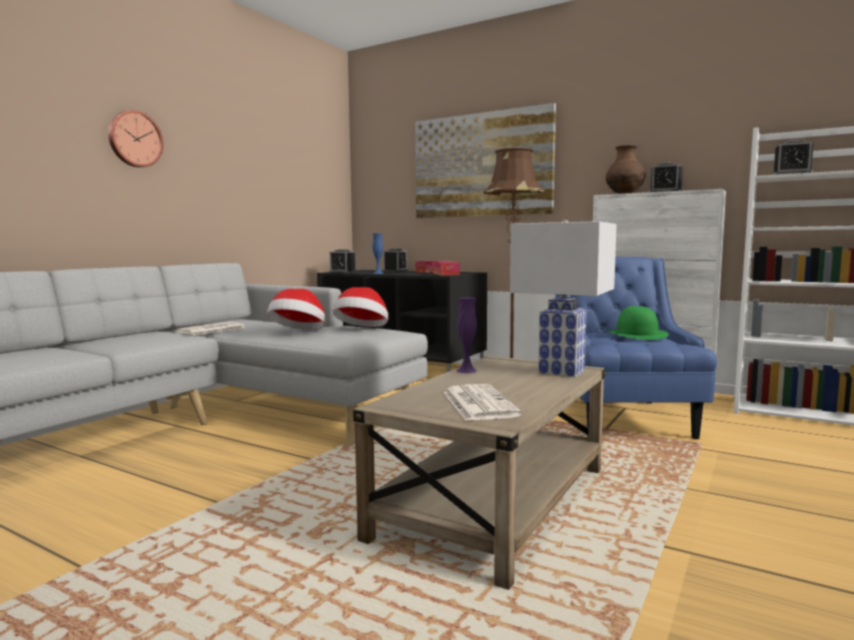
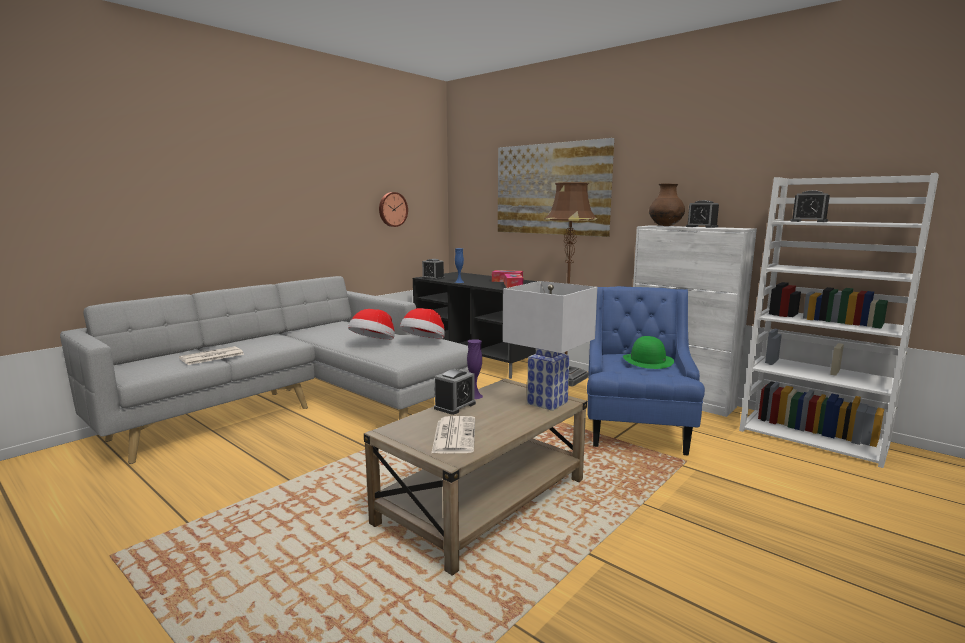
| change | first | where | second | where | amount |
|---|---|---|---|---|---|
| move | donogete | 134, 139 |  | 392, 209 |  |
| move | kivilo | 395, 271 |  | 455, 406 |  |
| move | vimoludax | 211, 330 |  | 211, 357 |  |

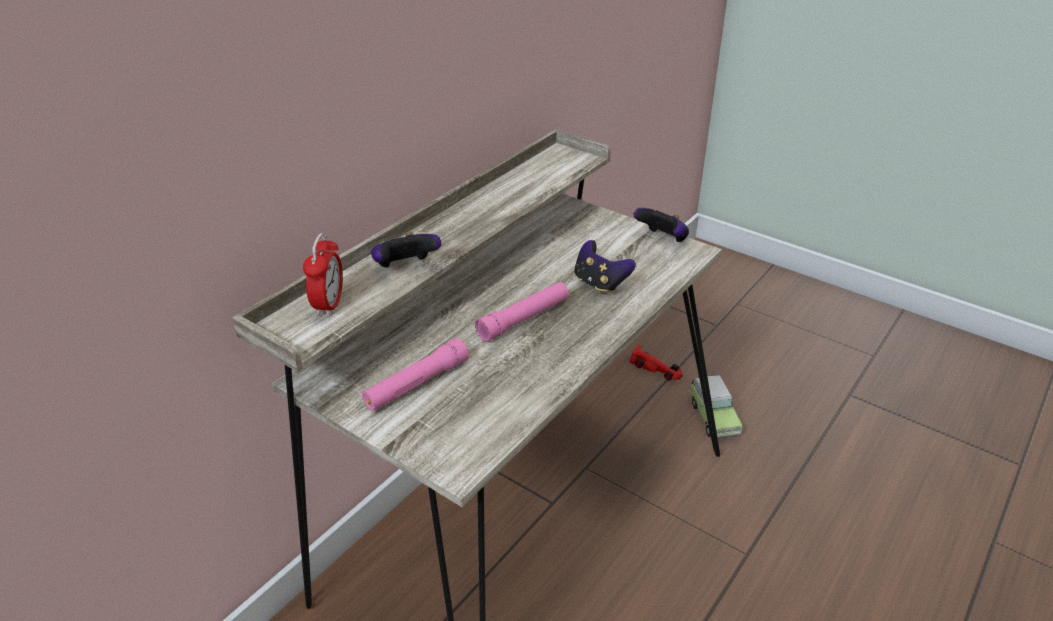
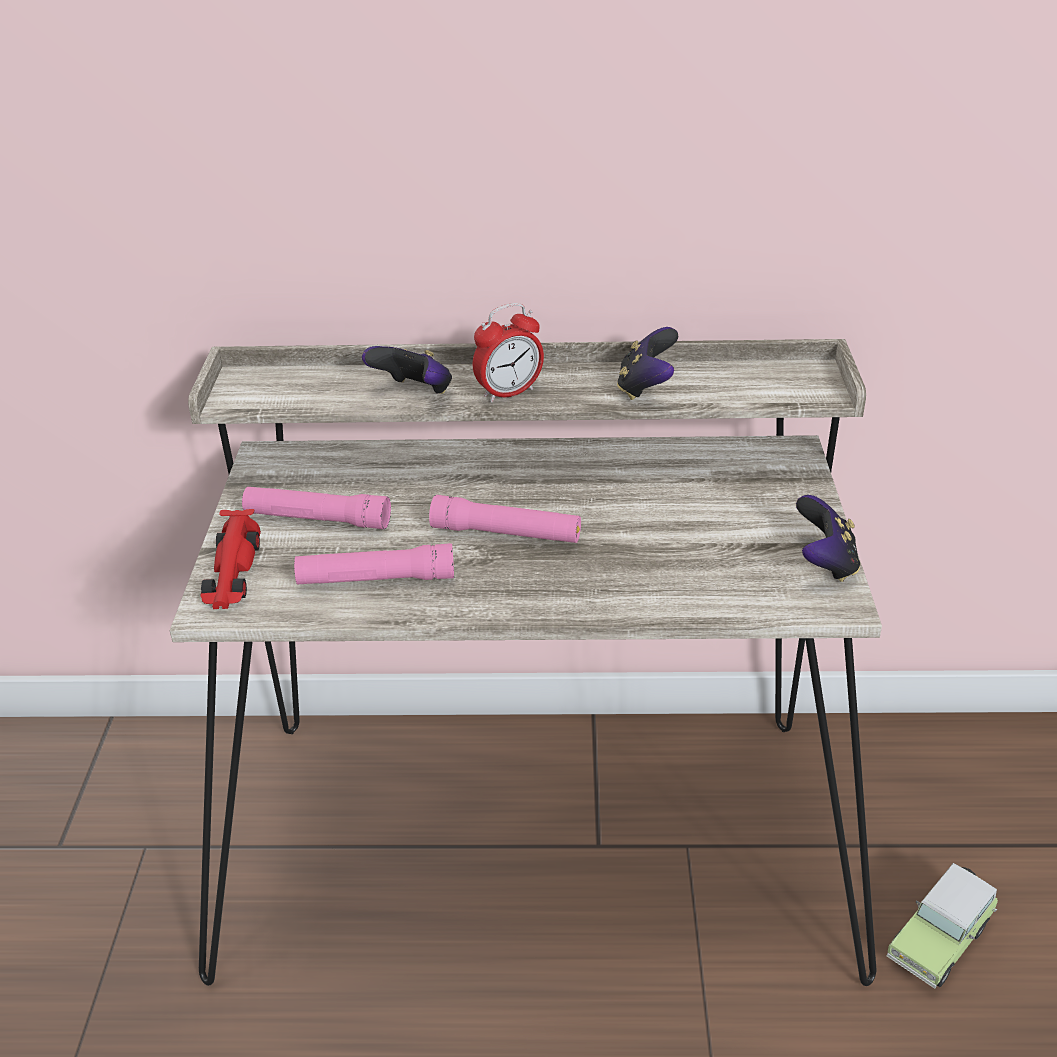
| change | first | where | second | where | amount |
|---|---|---|---|---|---|
| move | kivilo | 329, 305 |  | 509, 393 |  |
| move | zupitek | 600, 284 |  | 646, 388 |  |
| move | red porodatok | 656, 369 |  | 232, 572 |  |
| insert |  |  | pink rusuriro | 376, 579 |  |

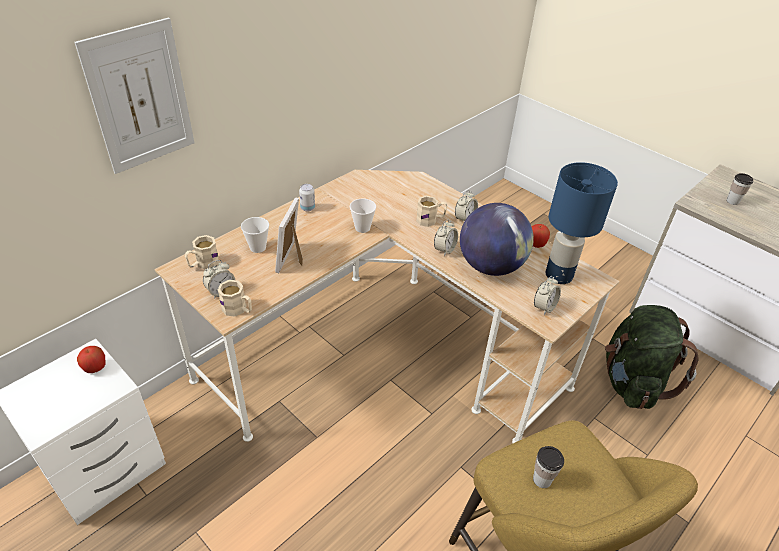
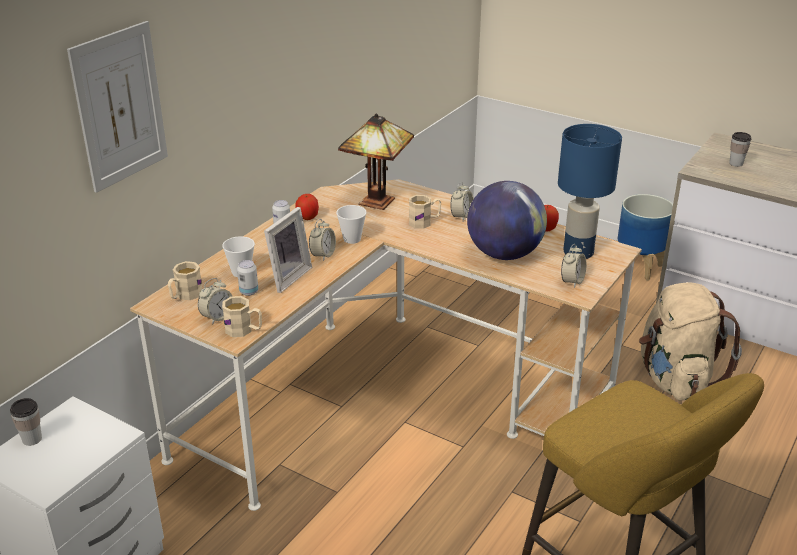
| change | first | where | second | where | amount |
|---|---|---|---|---|---|
| rotate | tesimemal | 293, 259 |  | 286, 277 | 150 degrees counterclockwise |
| move | kivilo | 444, 249 |  | 323, 255 |  |
| recolor | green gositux | 632, 381 | beige gositux | 675, 379 |  |
| move | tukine | 95, 367 |  | 307, 217 |  |
| move | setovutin | 542, 479 |  | 32, 439 |  |
| insert |  |  | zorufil | 376, 200 |  |
| insert |  |  | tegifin | 639, 267 |  |
| insert |  |  | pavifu | 249, 292 |  |

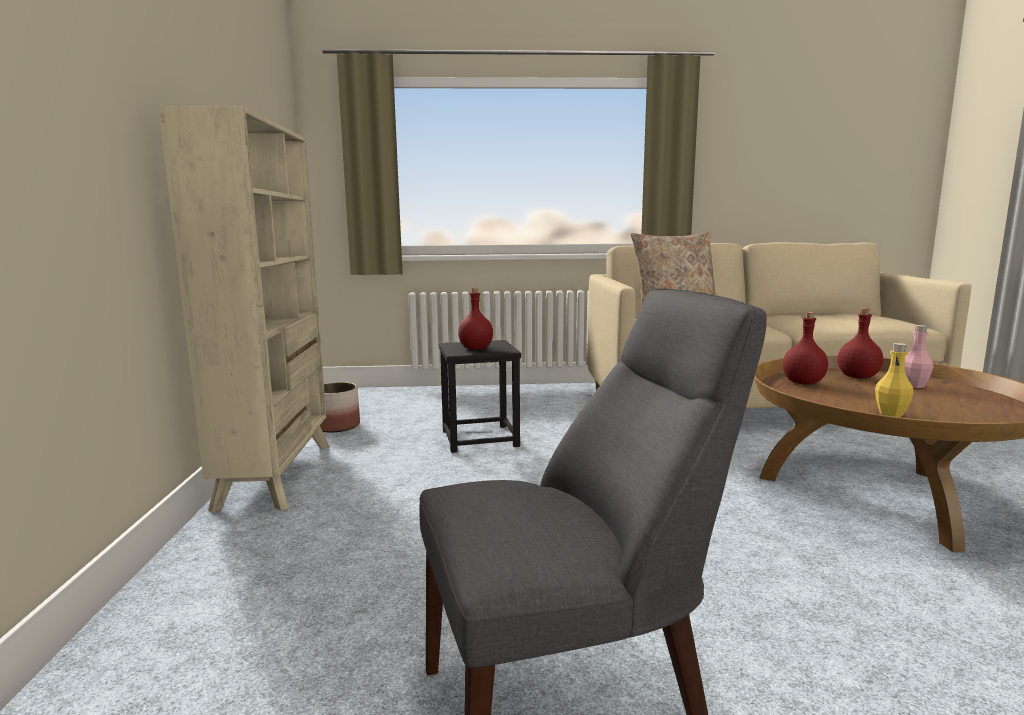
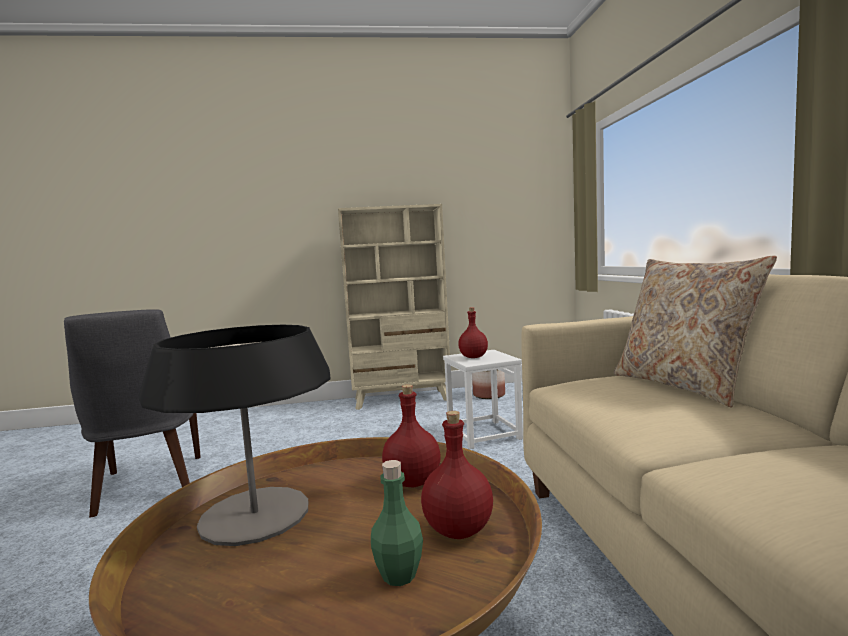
| change | first | where | second | where | amount |
|---|---|---|---|---|---|
| recolor | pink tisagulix | 913, 385 | green tisagulix | 399, 575 |  |
| recolor | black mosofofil | 479, 438 | white mosofofil | 483, 434 |  |
| replace | yellow tisagulix | 891, 414 | zorufil | 255, 514 |  |

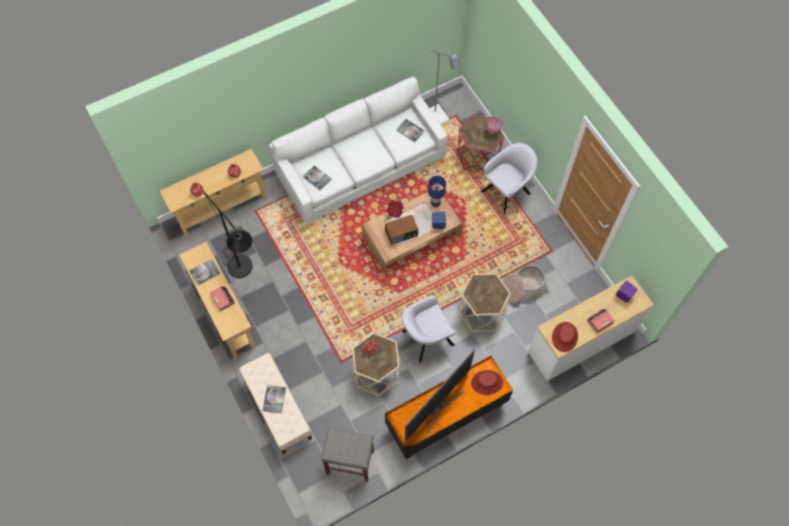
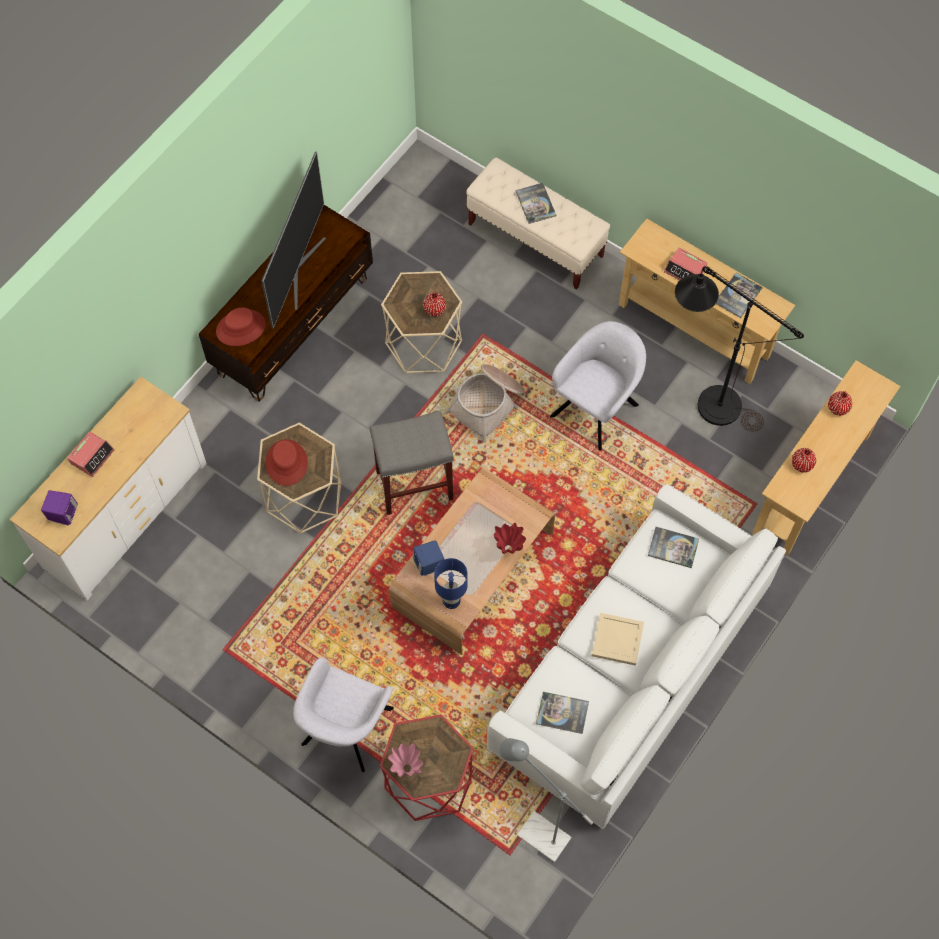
| change | first | where | second | where | amount |
|---|---|---|---|---|---|
| delete | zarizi | 401, 234 |  |  |  |
| move | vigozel | 523, 287 |  | 488, 404 |  |
| move | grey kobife | 426, 339 |  | 596, 407 |  |
| move | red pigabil | 565, 337 |  | 286, 463 |  |
| move | grey mosofofil | 349, 462 |  | 415, 484 |  |
| insert |  |  | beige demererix | 618, 639 |  |

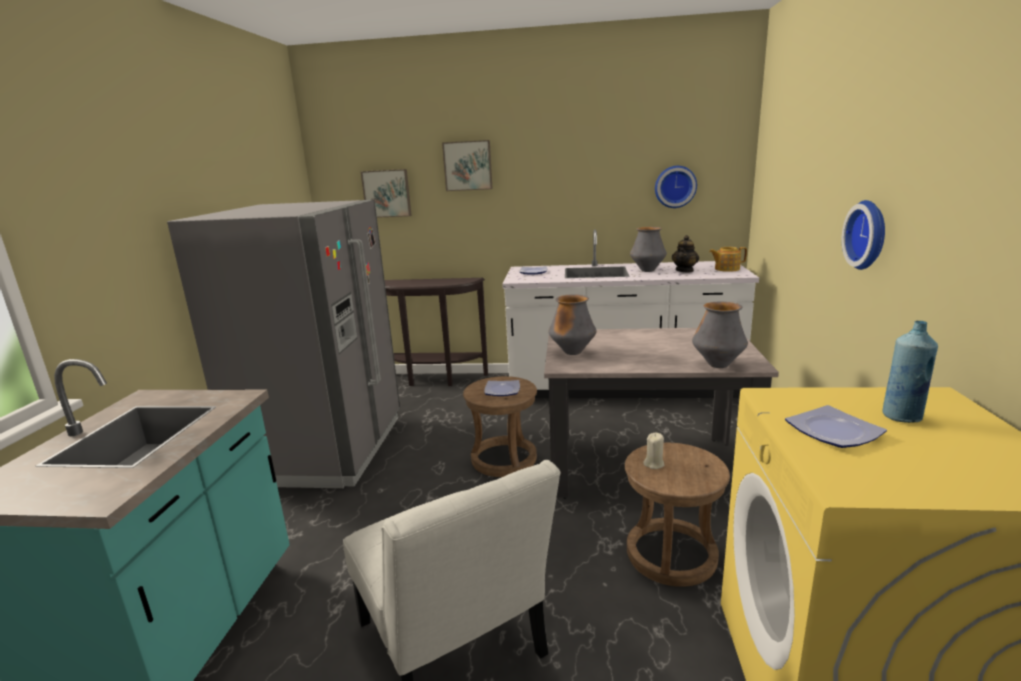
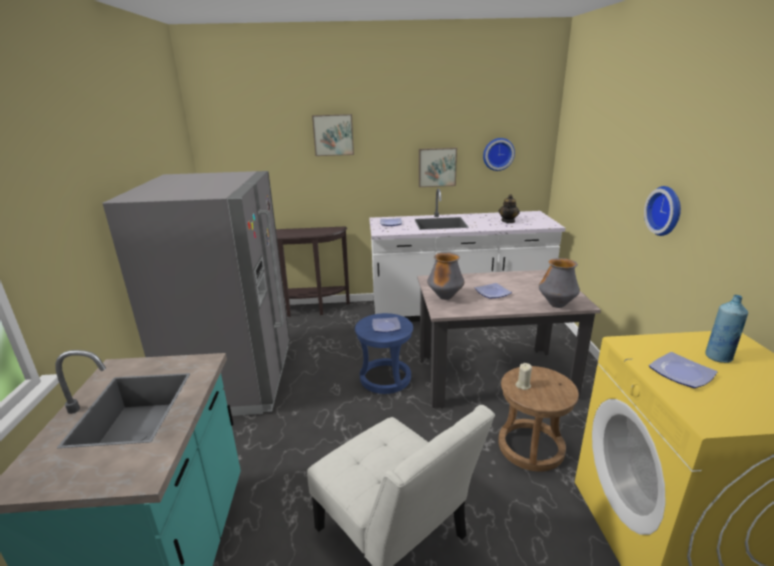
| change | first | where | second | where | amount |
|---|---|---|---|---|---|
| move | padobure | 387, 193 |  | 437, 167 |  |
| delete | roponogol | 647, 270 |  |  |  |
| delete | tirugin | 726, 269 |  |  |  |
| recolor | brown mosofofil | 503, 459 | blue mosofofil | 385, 378 |  |
| insert |  |  | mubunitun | 491, 293 |  |

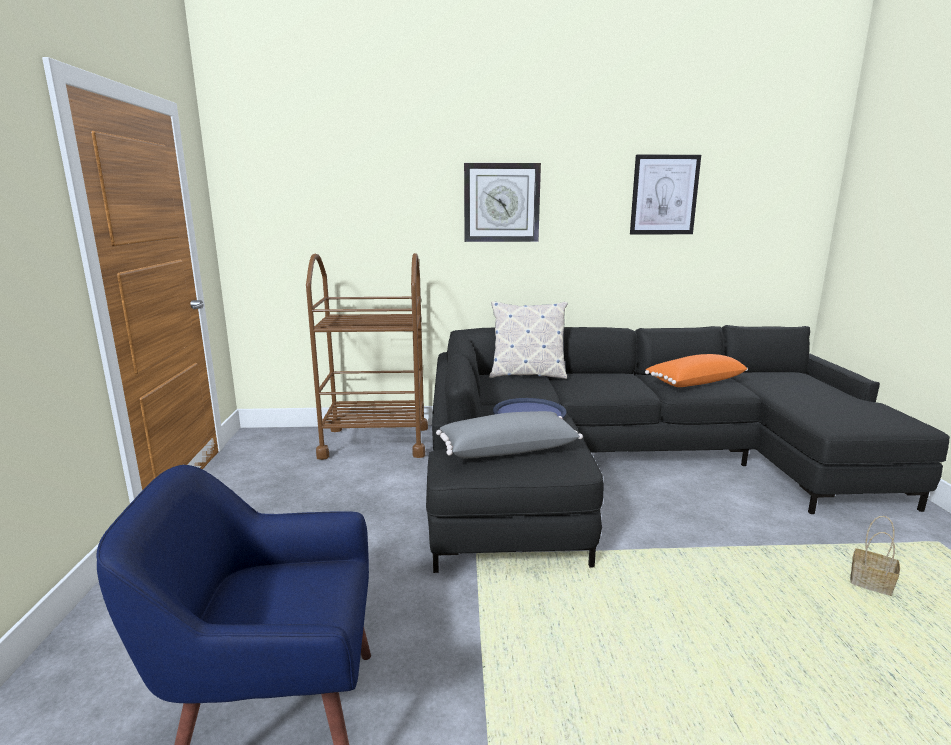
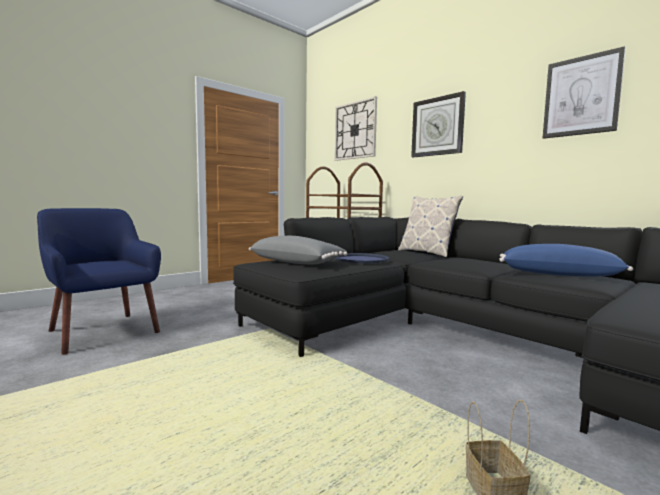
| change | first | where | second | where | amount |
|---|---|---|---|---|---|
| recolor | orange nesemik | 694, 382 | blue nesemik | 558, 274 |  |
| insert |  |  | donogete | 355, 130 |  |

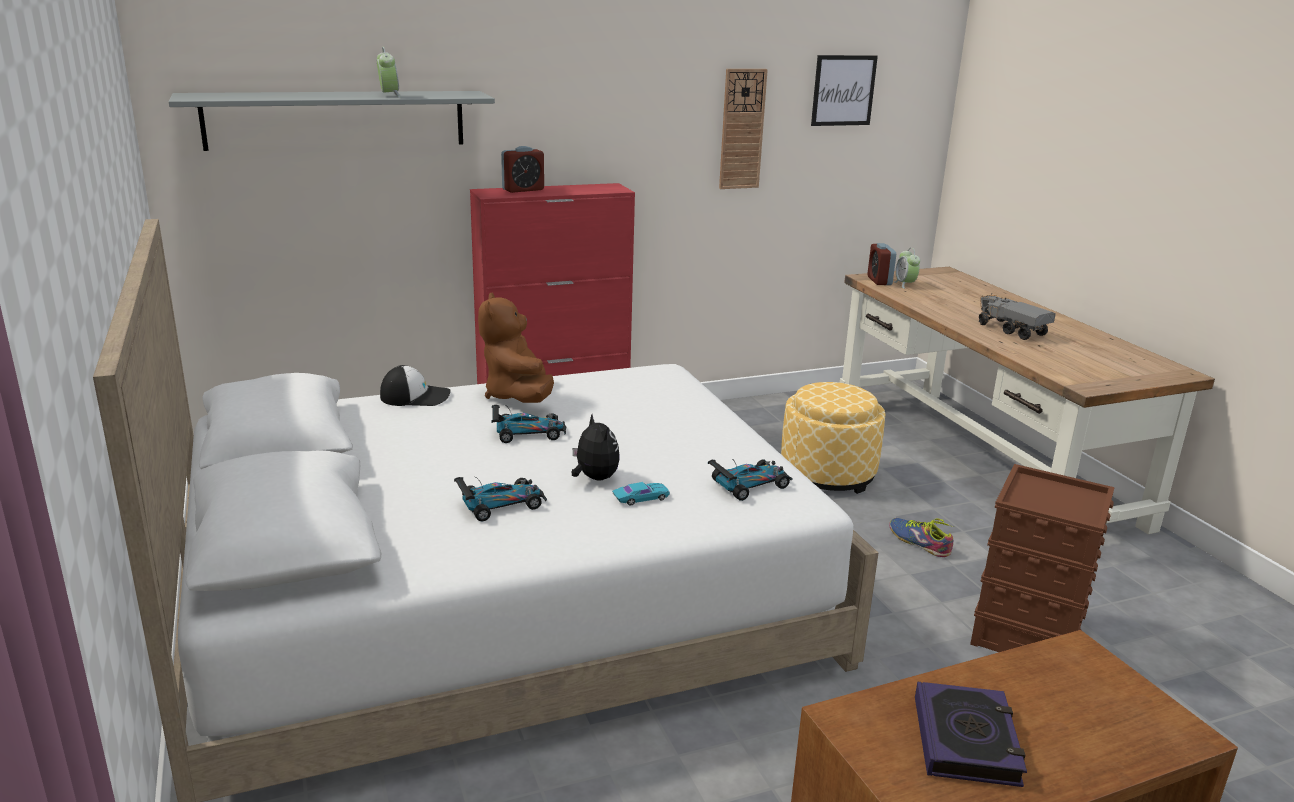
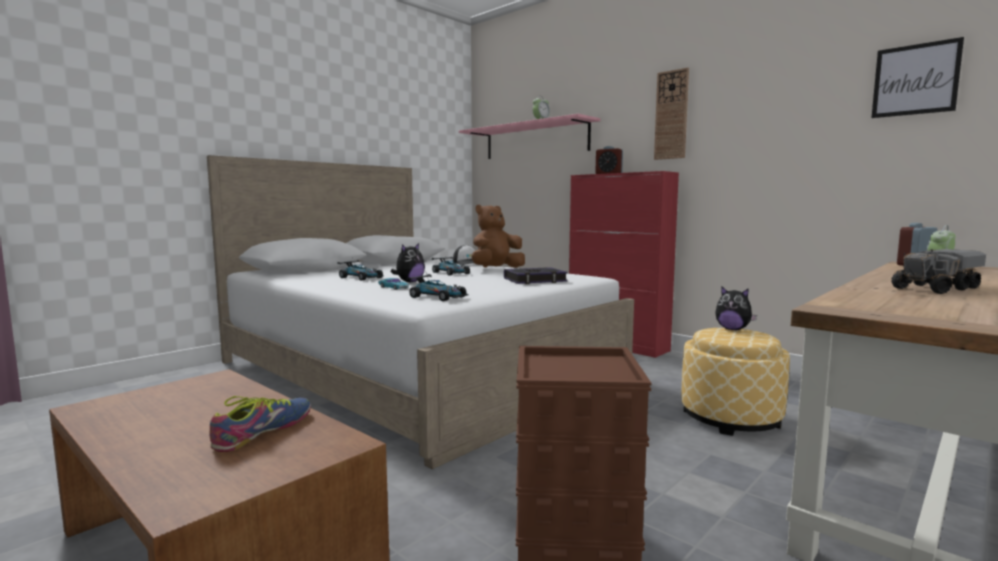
| change | first | where | second | where | amount |
|---|---|---|---|---|---|
| move | donogete | 742, 129 |  | 671, 115 |  |
| recolor | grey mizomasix | 336, 119 | pink mizomasix | 535, 141 |  |
| rotate | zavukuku | 1011, 330 |  | 936, 288 | 150 degrees counterclockwise |
| move | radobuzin | 919, 542 |  | 263, 431 |  |
| move | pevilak | 966, 741 |  | 535, 280 |  |
| insert |  |  | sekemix | 733, 329 |  |

